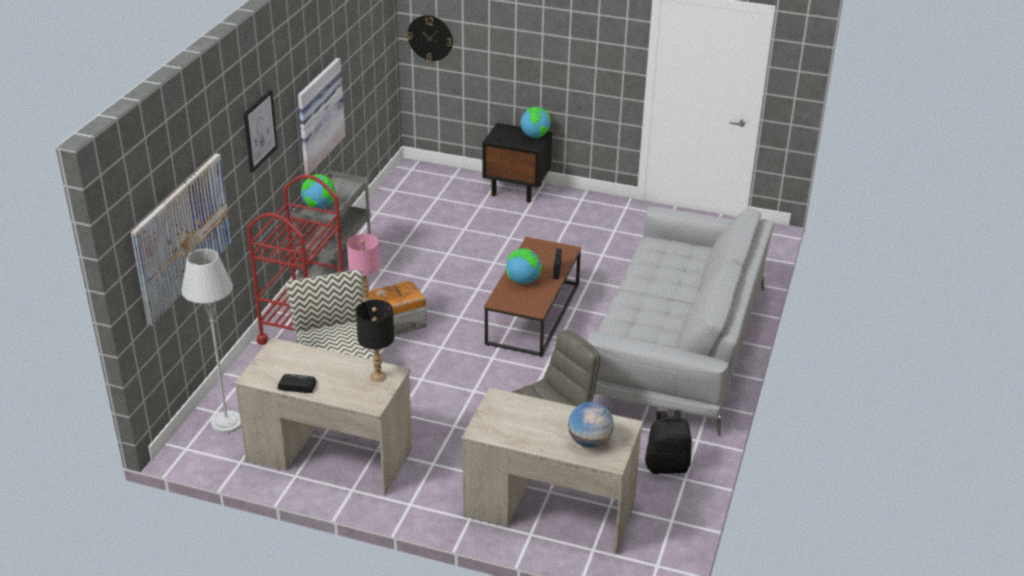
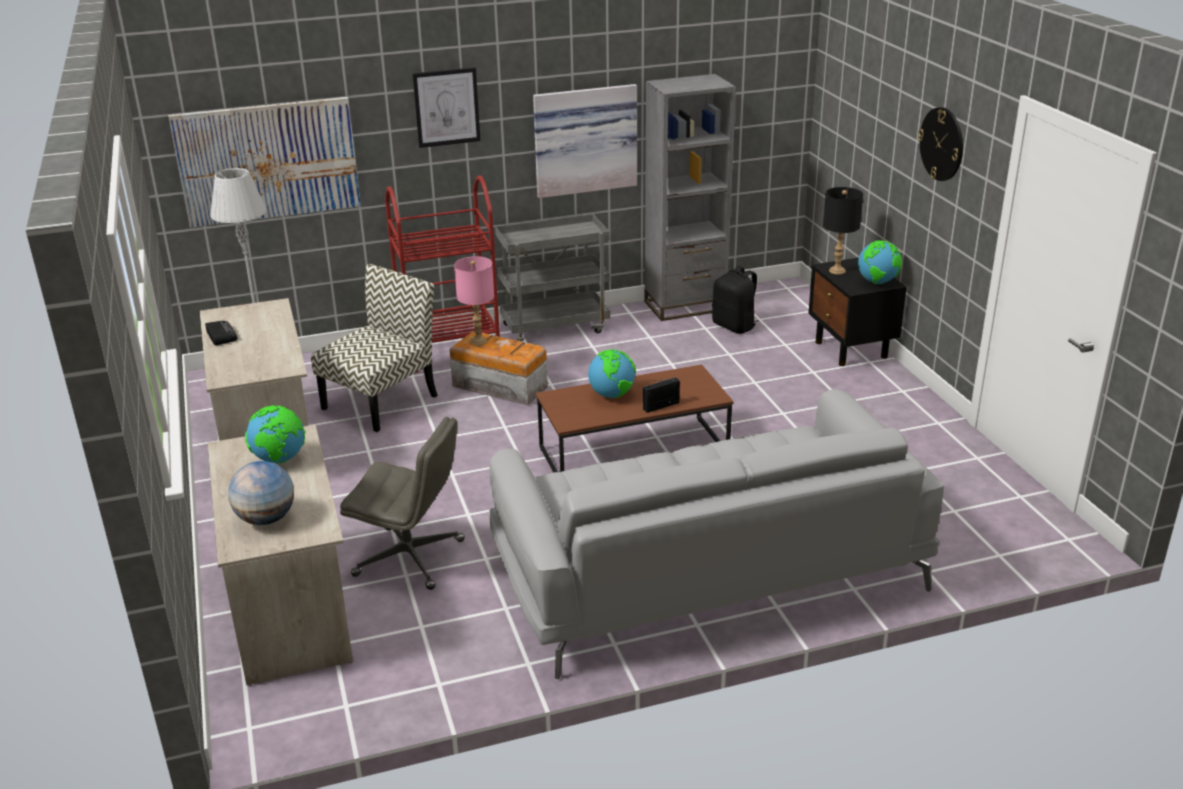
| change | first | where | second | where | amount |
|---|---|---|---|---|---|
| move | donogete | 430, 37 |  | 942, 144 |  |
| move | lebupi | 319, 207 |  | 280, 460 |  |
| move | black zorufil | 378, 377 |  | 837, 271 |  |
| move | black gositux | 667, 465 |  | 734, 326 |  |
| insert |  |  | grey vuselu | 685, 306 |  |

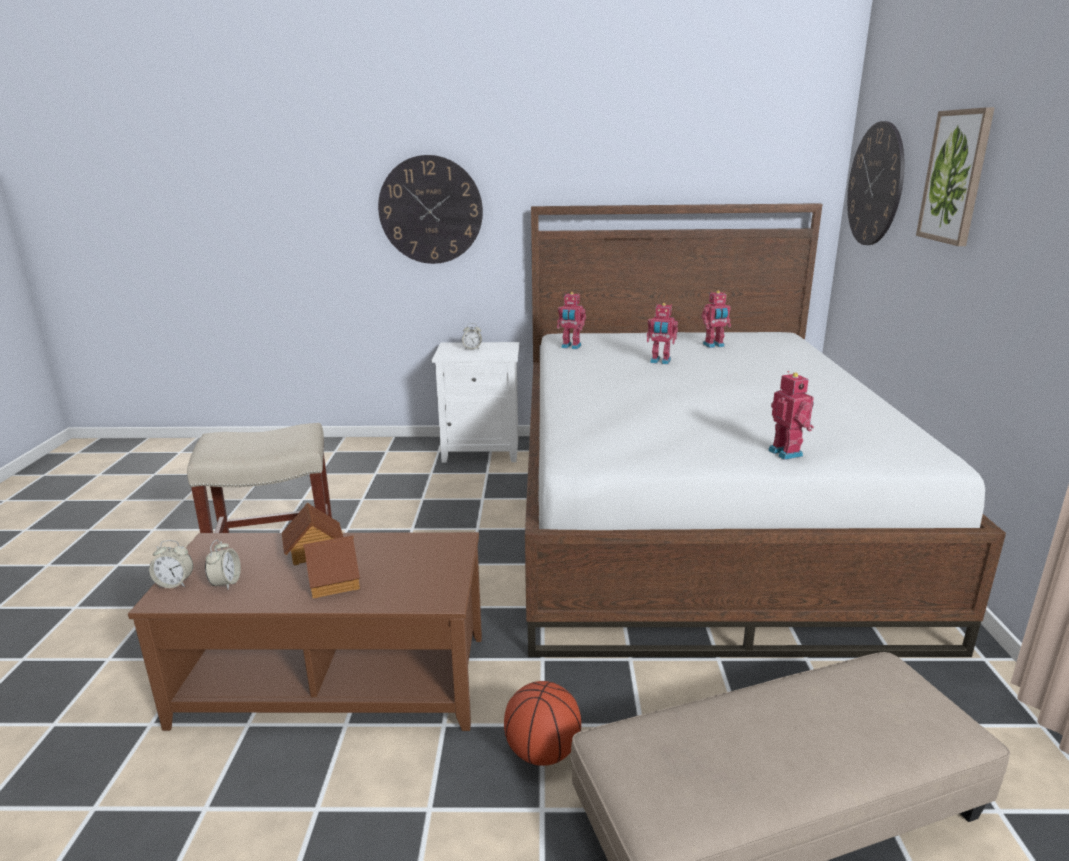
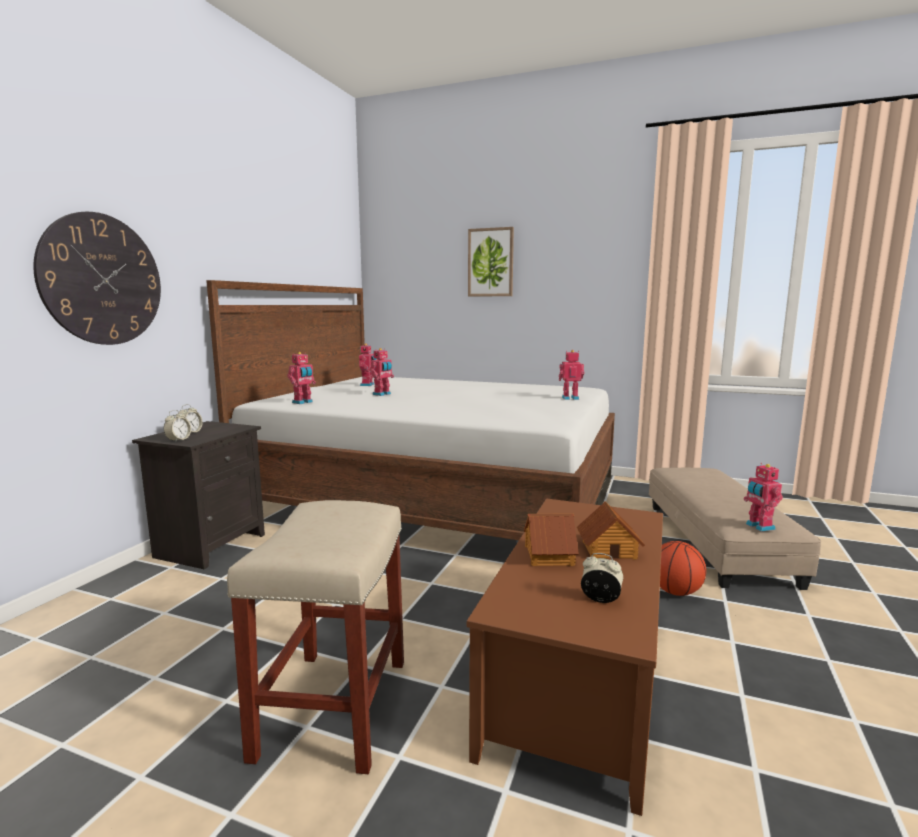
| change | first | where | second | where | amount |
|---|---|---|---|---|---|
| delete | donogete | 875, 184 |  |  |  |
| recolor | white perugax | 482, 450 | black perugax | 210, 545 |  |
| move | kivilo | 175, 583 |  | 178, 440 |  |
| insert |  |  | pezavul | 759, 527 |  |

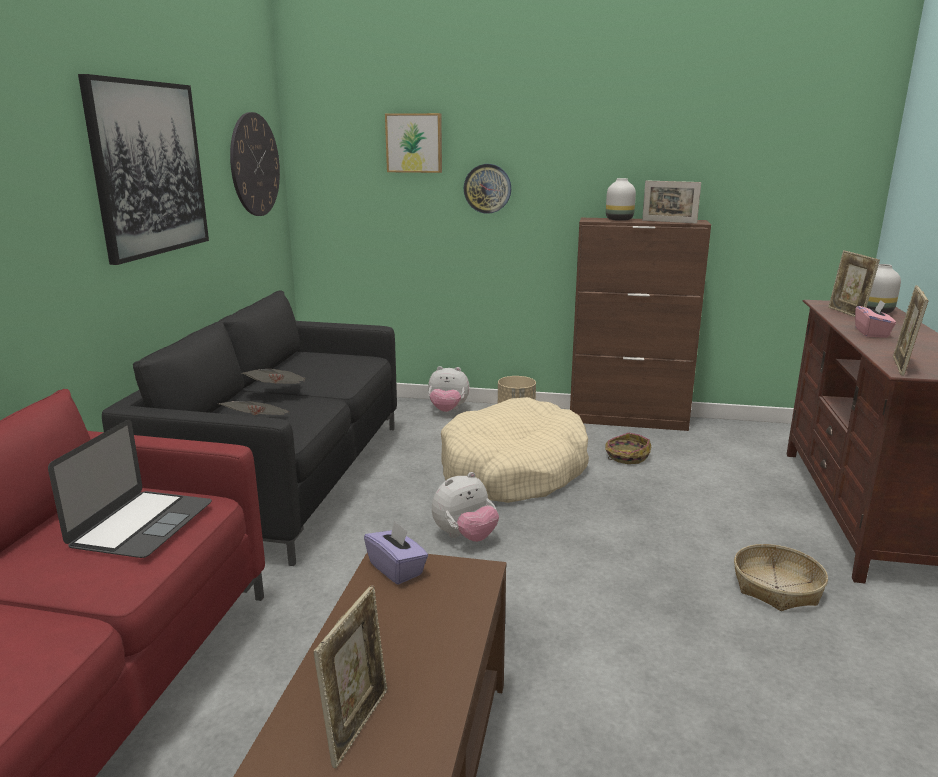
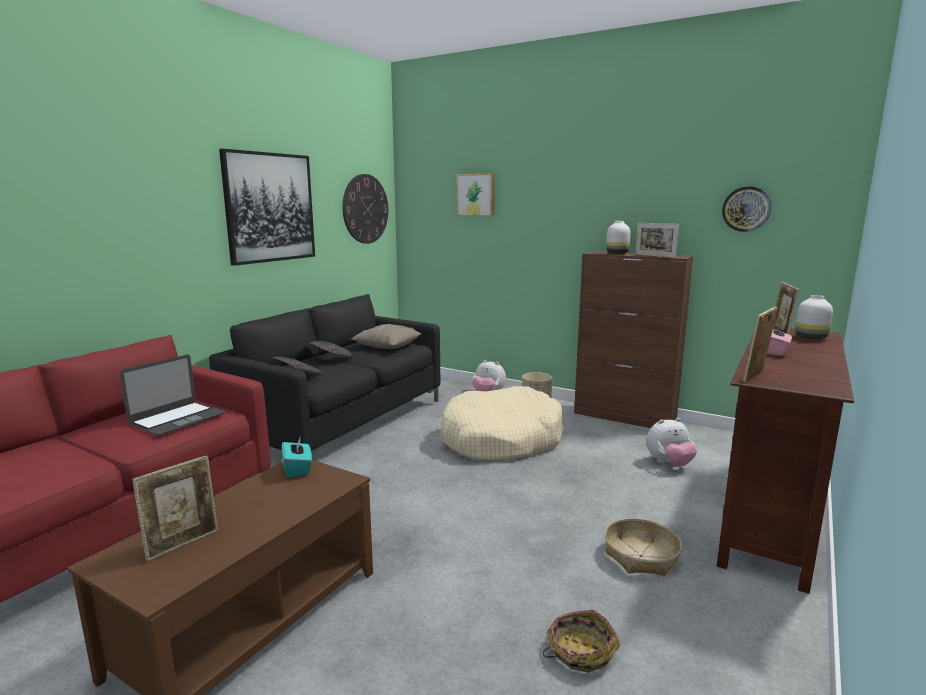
| change | first | where | second | where | amount |
|---|---|---|---|---|---|
| move | donogete | 487, 188 |  | 746, 209 |  |
| move | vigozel | 626, 457 |  | 579, 651 |  |
| move | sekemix | 465, 537 |  | 669, 464 |  |
| recolor | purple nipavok | 397, 569 | turquoise nipavok | 298, 469 |  |
| insert |  |  | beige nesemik | 387, 346 |  |

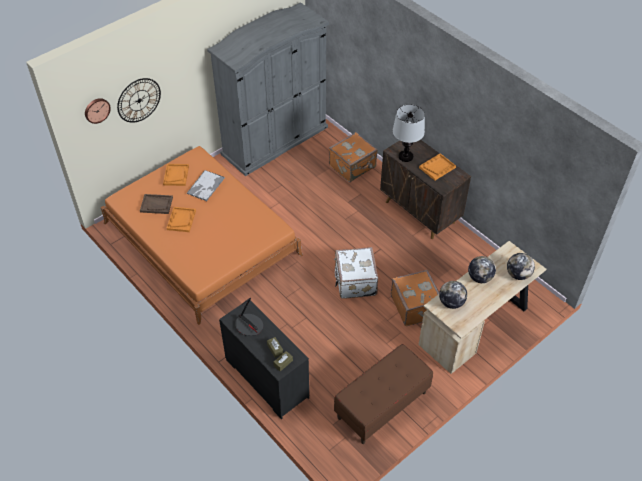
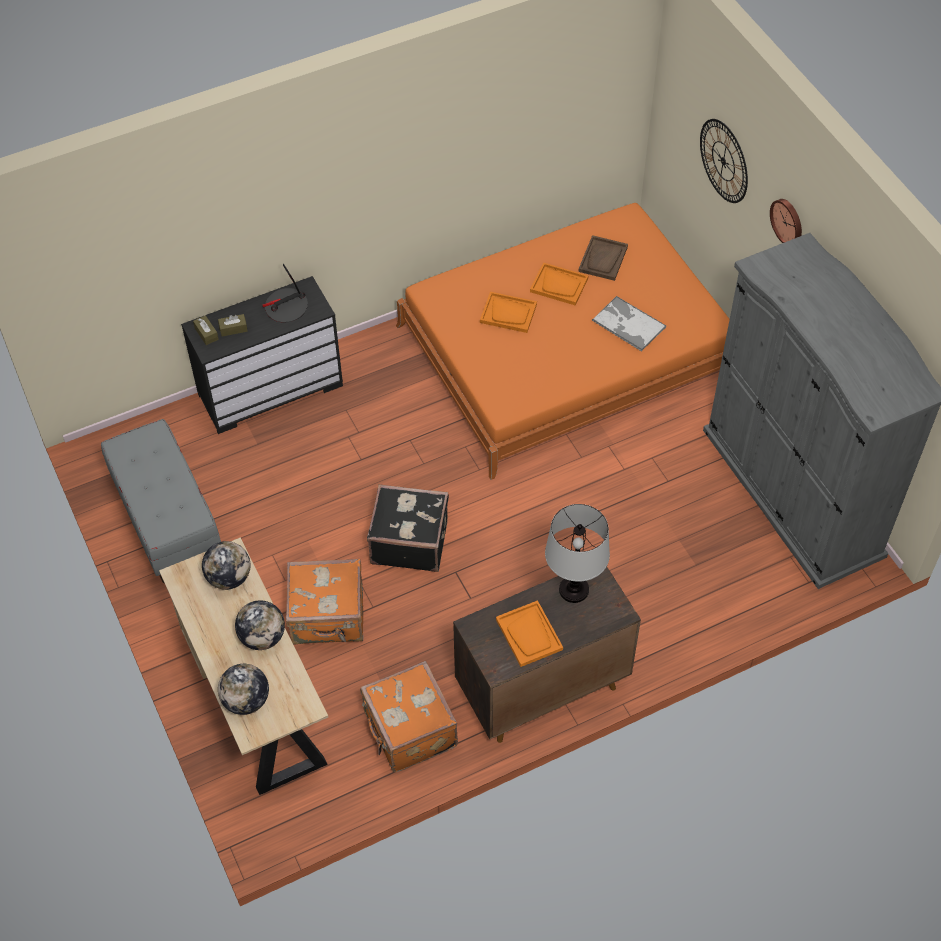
| change | first | where | second | where | amount |
|---|---|---|---|---|---|
| move | donogete | 96, 110 |  | 788, 221 |  |
| move | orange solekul | 353, 167 |  | 409, 731 |  |
| move | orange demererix | 176, 175 |  | 508, 313 |  |
| recolor | white solekul | 354, 282 | black solekul | 409, 541 |  |
| recolor | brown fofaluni | 382, 405 | grey fofaluni | 167, 520 |  |

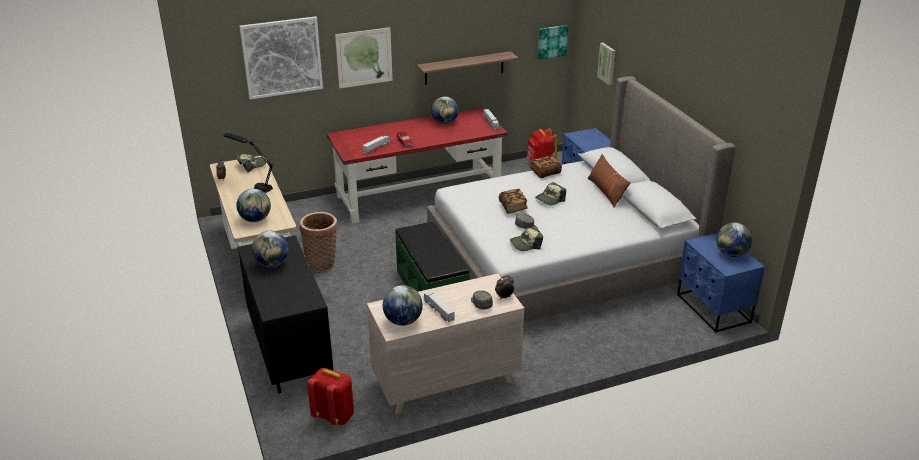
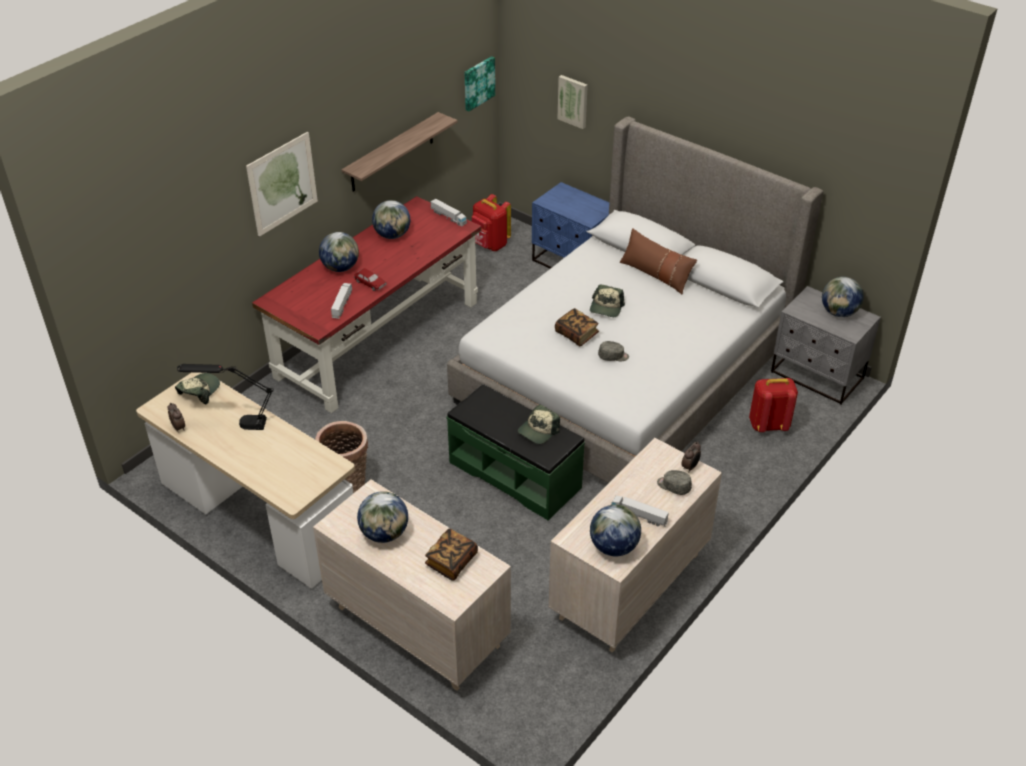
| change | first | where | second | where | amount |
|---|---|---|---|---|---|
| delete | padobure | 282, 57 |  |  |  |
| move | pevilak | 545, 172 |  | 451, 561 |  |
| move | lebupi | 255, 219 |  | 340, 268 |  |
| move | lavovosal | 526, 244 |  | 538, 431 |  |
| recolor | blue perugax | 713, 309 | grey perugax | 817, 376 |  |
| recolor | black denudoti | 289, 349 | beige denudoti | 416, 626 |  |
| move | red gositux | 334, 416 |  | 768, 425 |  |

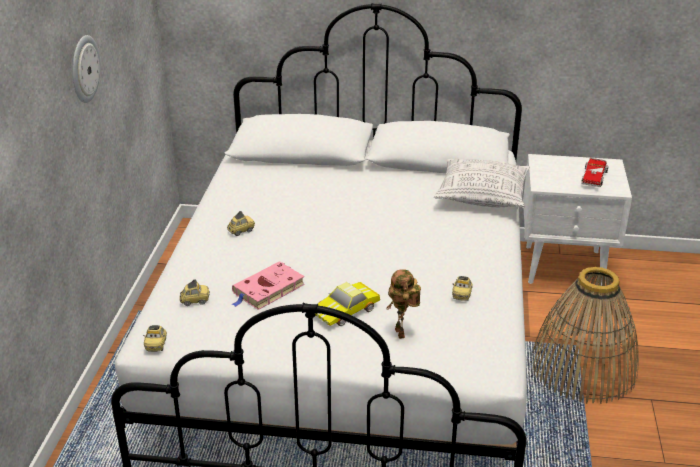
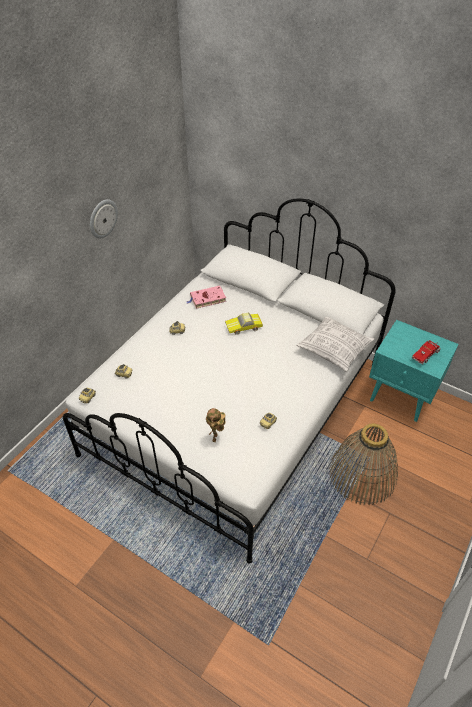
| change | first | where | second | where | amount |
|---|---|---|---|---|---|
| recolor | white perugax | 565, 267 | turquoise perugax | 402, 396 |  |
| move | pink pevilak | 267, 290 |  | 207, 299 |  |
| move | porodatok | 346, 311 |  | 244, 327 |  |

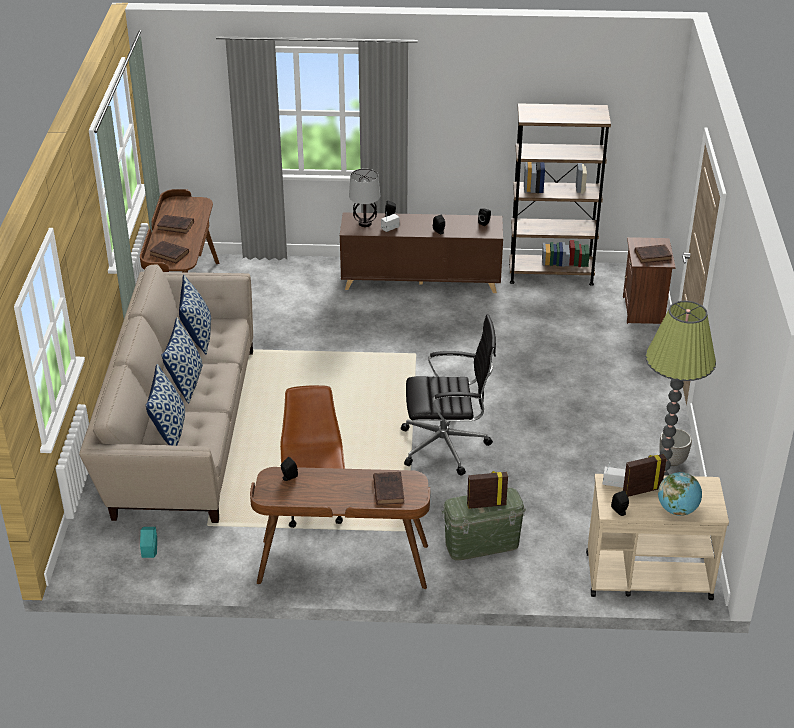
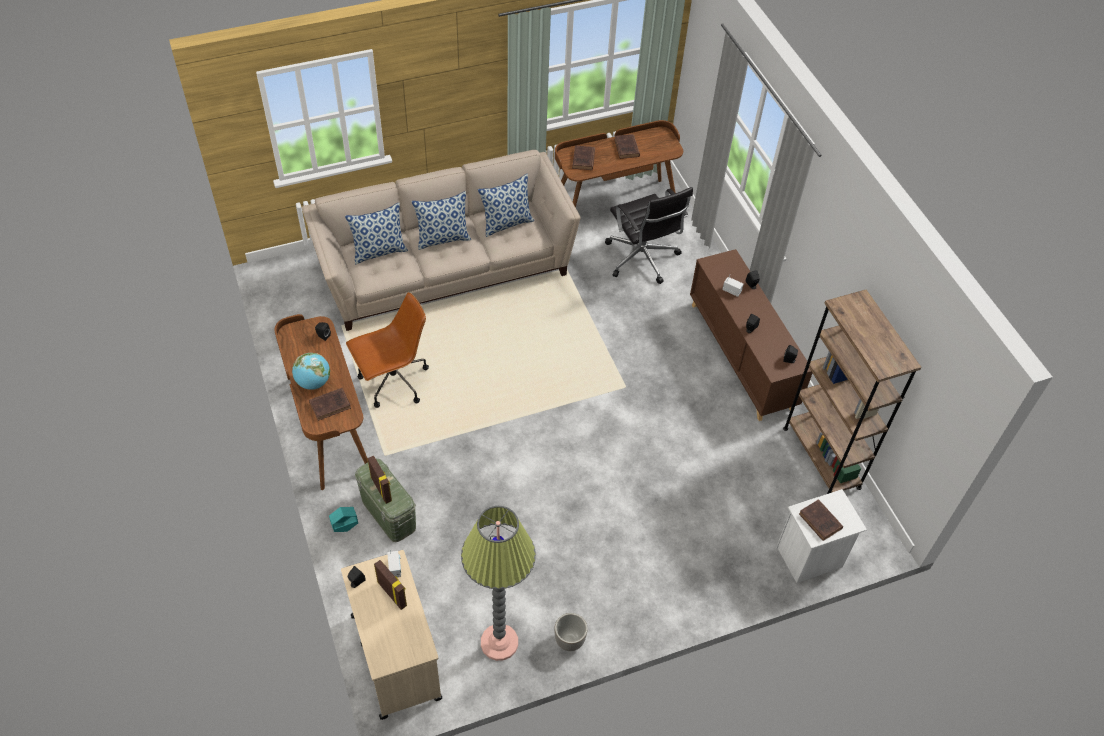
| change | first | where | second | where | amount |
|---|---|---|---|---|---|
| delete | zorufil | 364, 223 |  |  |  |
| recolor | brown perugax | 644, 310 | white perugax | 810, 558 |  |
| move | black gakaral | 447, 446 |  | 642, 259 |  |
| move | lebupi | 677, 510 |  | 313, 382 |  |
| move | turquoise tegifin | 150, 554 |  | 345, 527 |  |

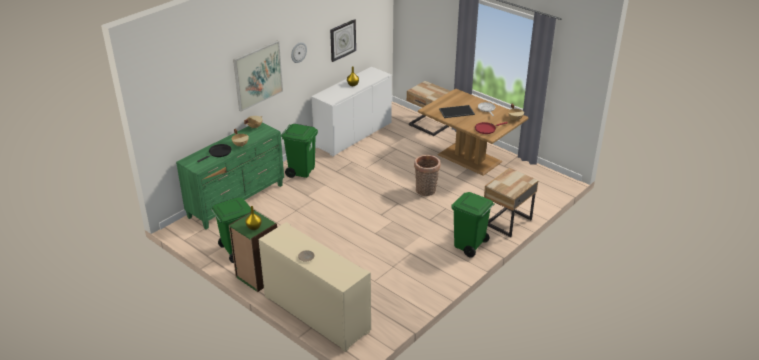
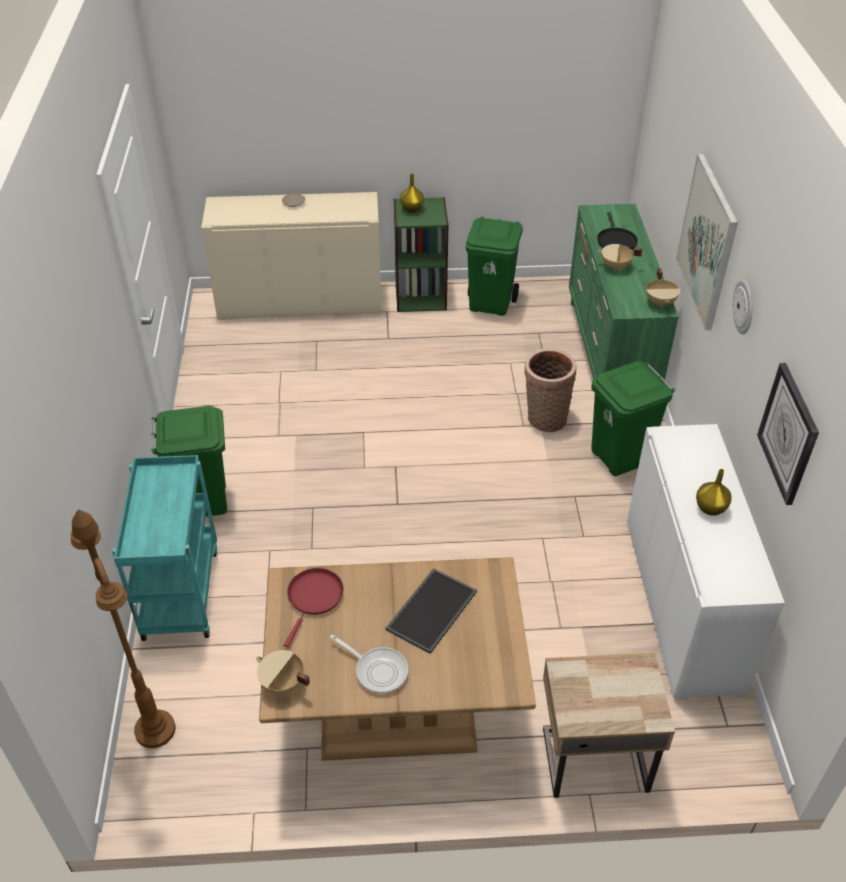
| change | first | where | second | where | amount |
|---|---|---|---|---|---|
| move | vigozel | 426, 191 |  | 544, 417 |  |
| replace | beige perugax | 507, 222 | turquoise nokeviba | 180, 591 |  |
| insert |  |  | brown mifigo | 155, 730 |  |

